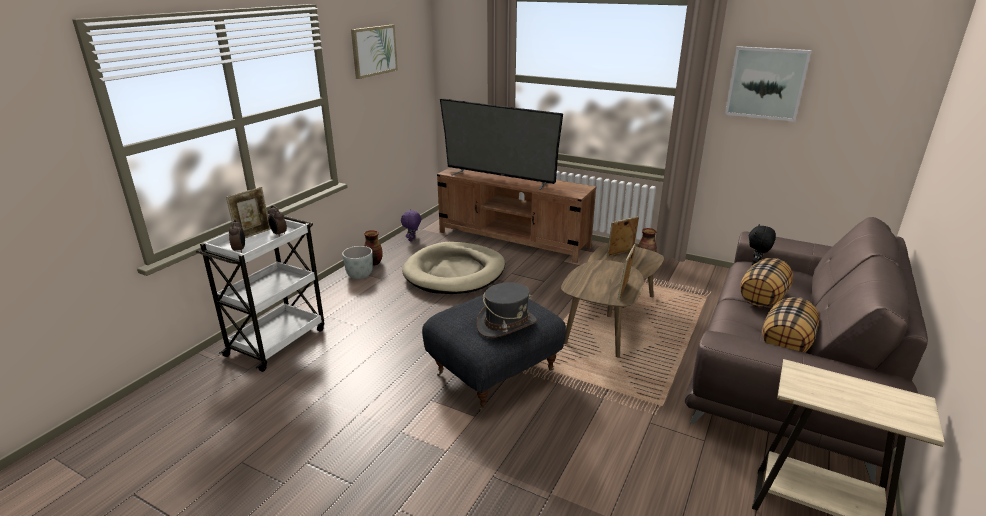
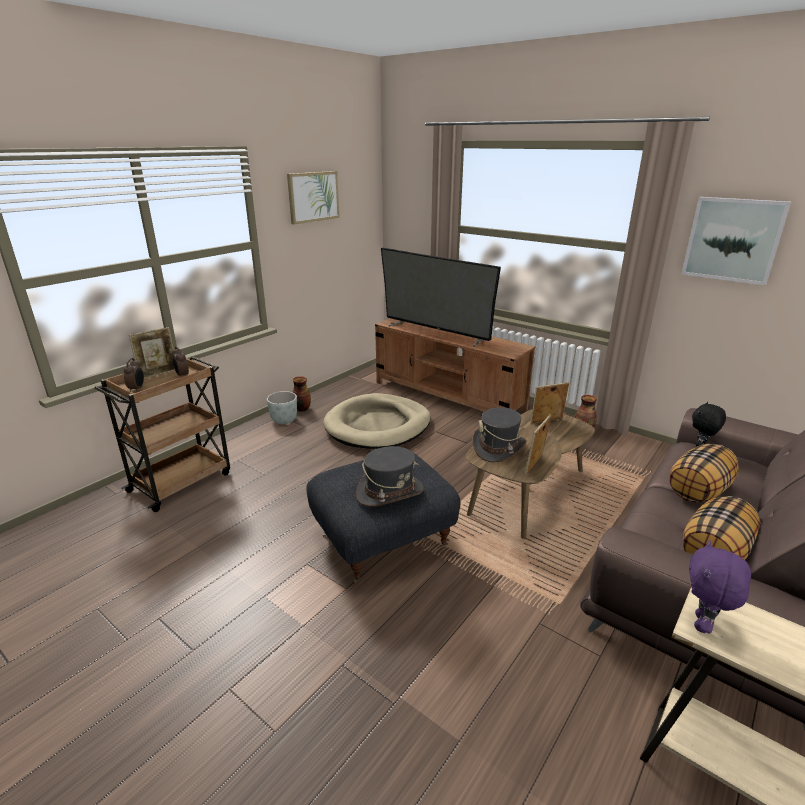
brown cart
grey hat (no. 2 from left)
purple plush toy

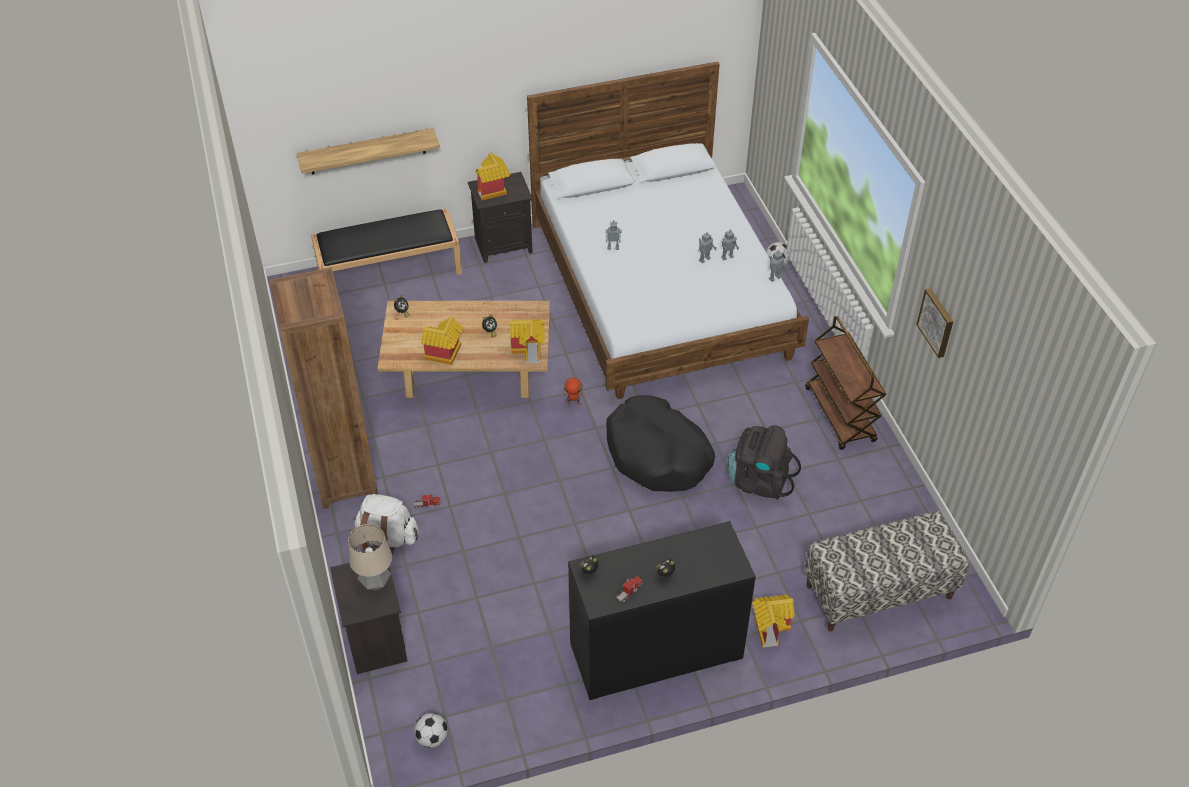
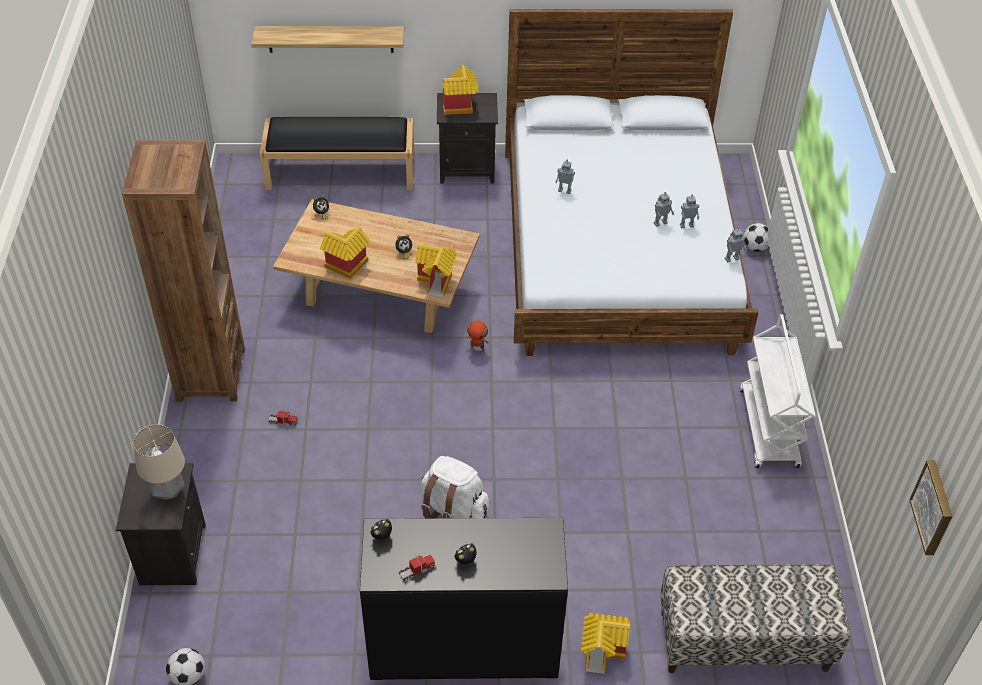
white backpack
white cart
picture
black dog bed
black backpack

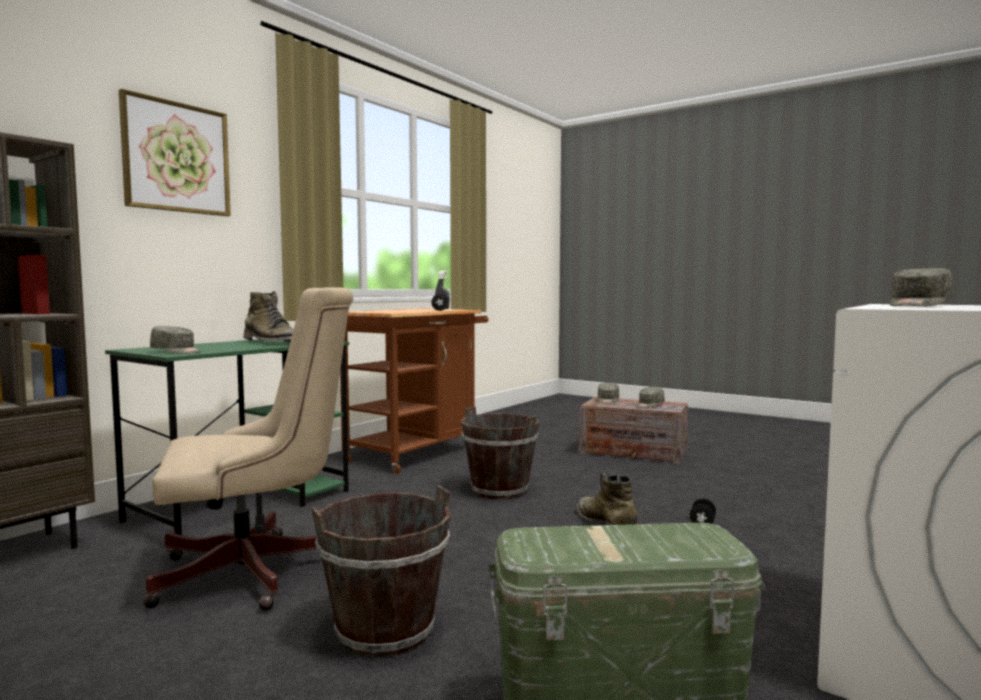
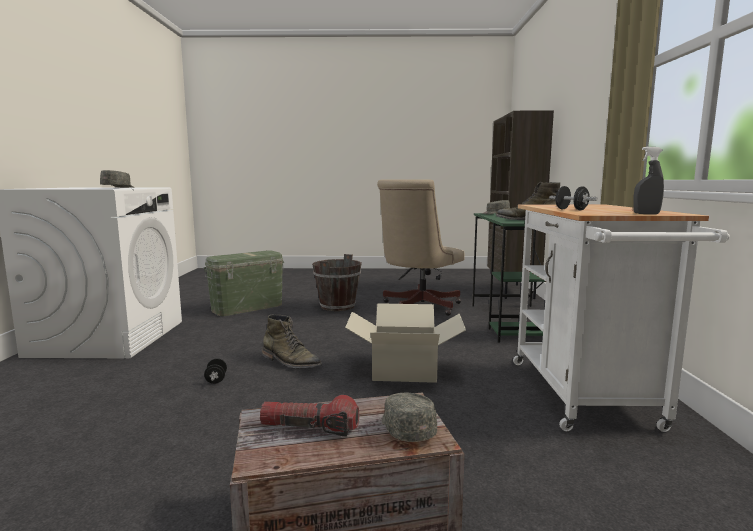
flashlight
cardboard box
white cart
picture

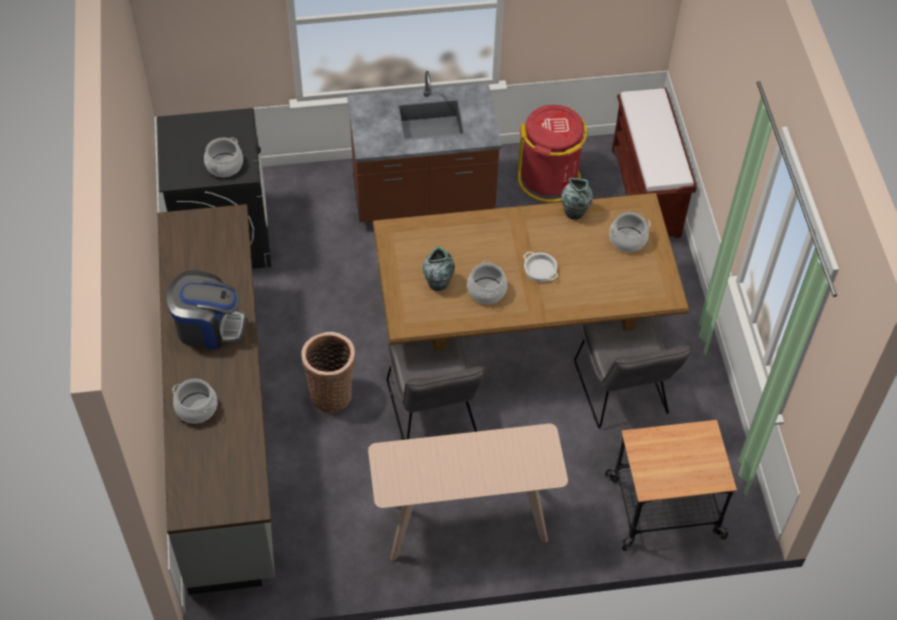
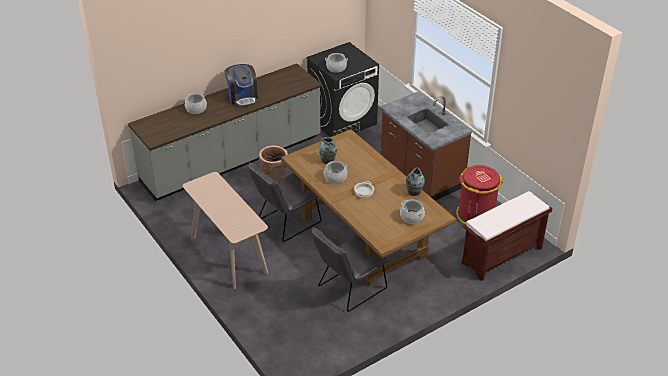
cart

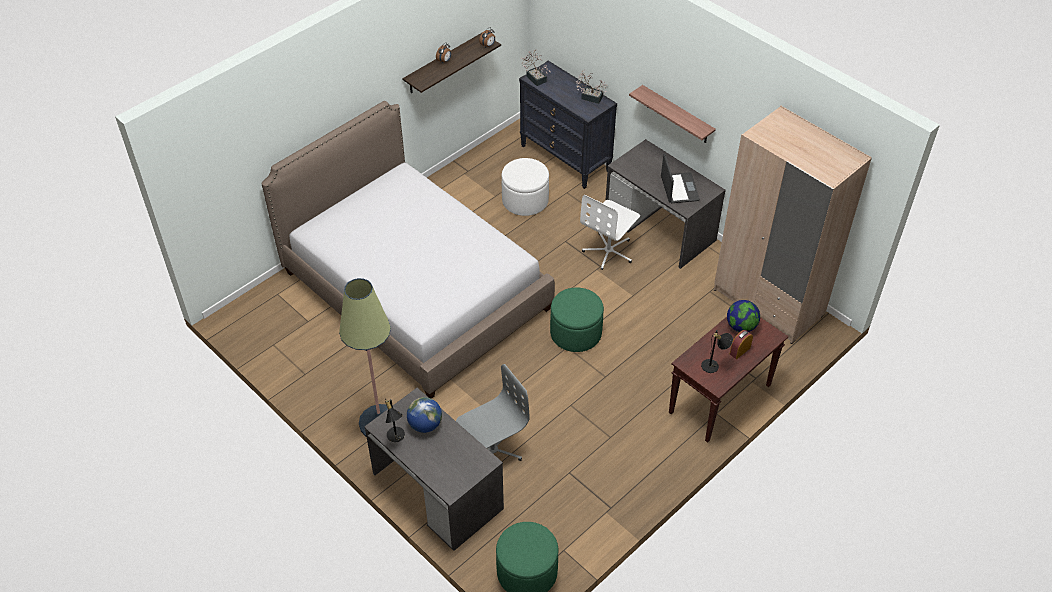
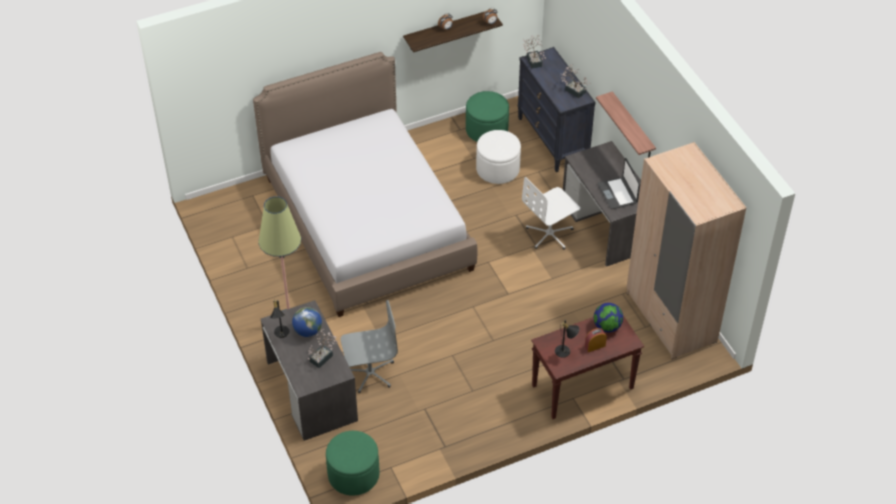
potted plant (no. 1 from left)
green ottoman (no. 2 from left)
laptop

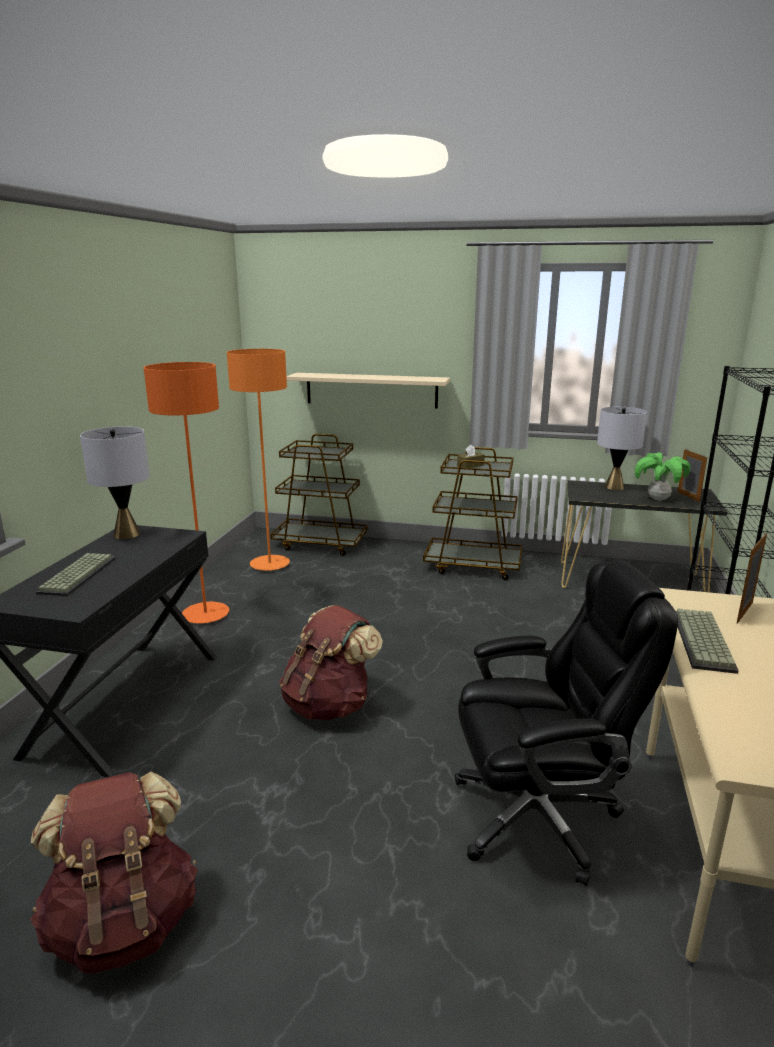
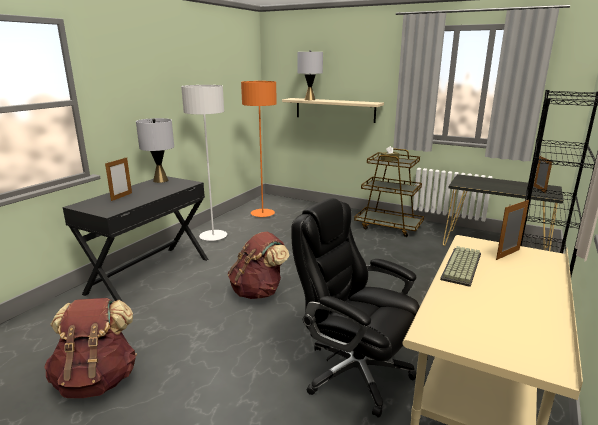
picture frame (no. 1 from left)
white floor lamp
black office chair
grey table lamp (no. 2 from left)
brown cart (no. 1 from left in the first image)
potted plant

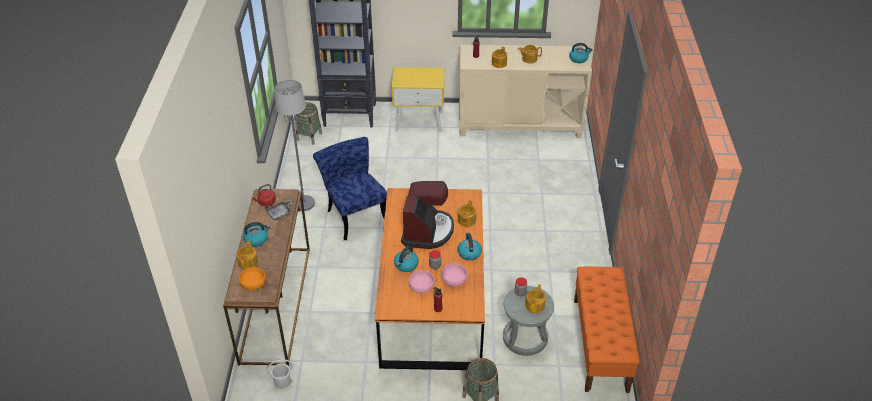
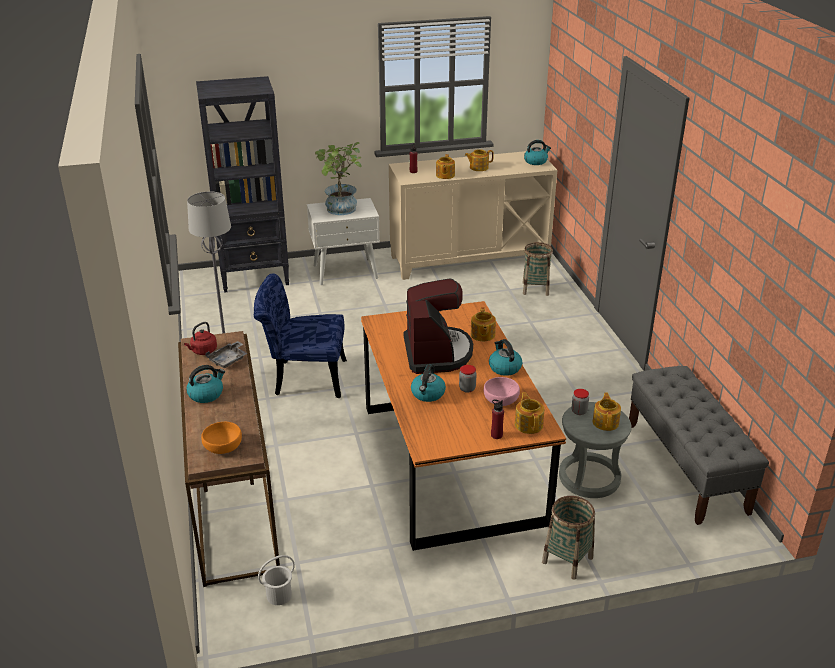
blue chair
white nightstand
potted plant
teapot (no. 4 from left)
basket (no. 1 from left)
grey bench
pink bowl (no. 1 from left in the first image)

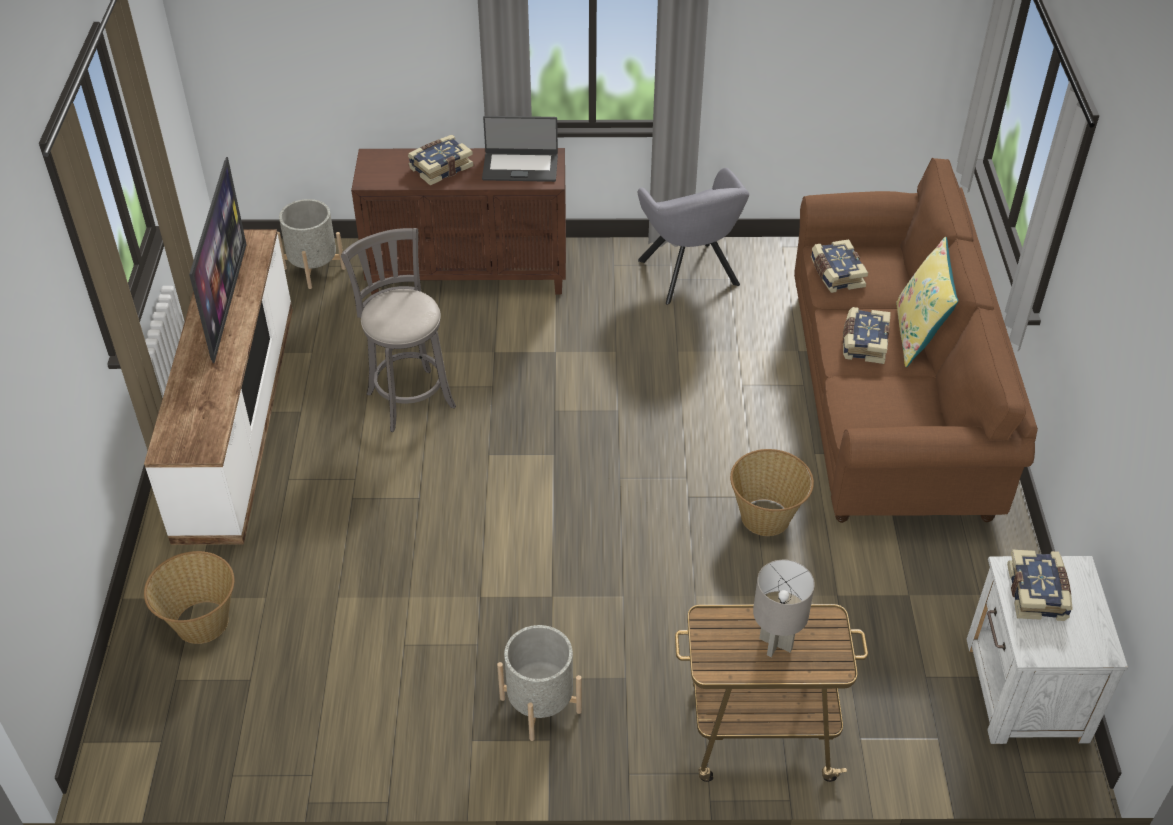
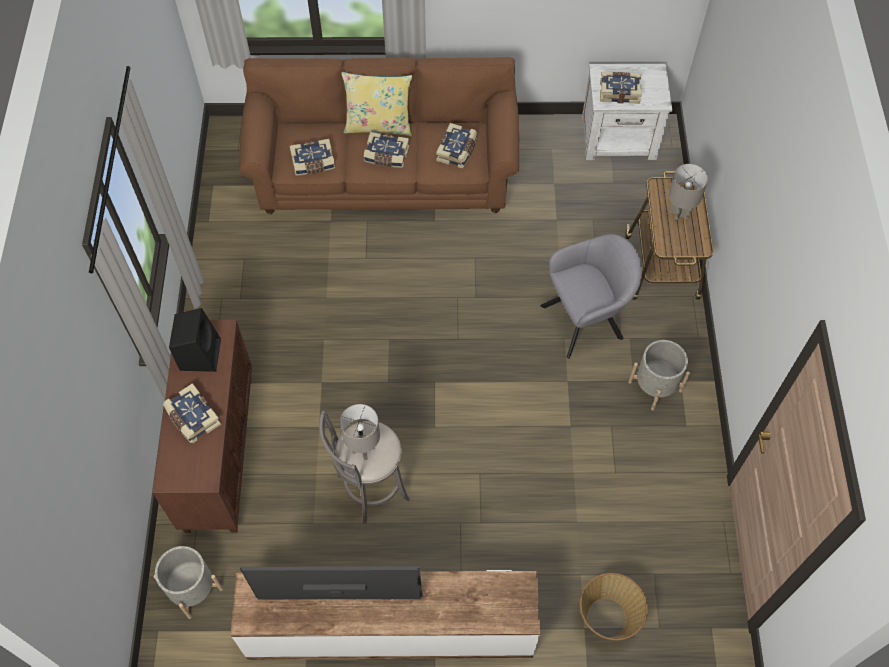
black speaker
grey table lamp (no. 1 from left)
book (no. 4 from left)
grey armchair
basket (no. 2 from left in the first image)

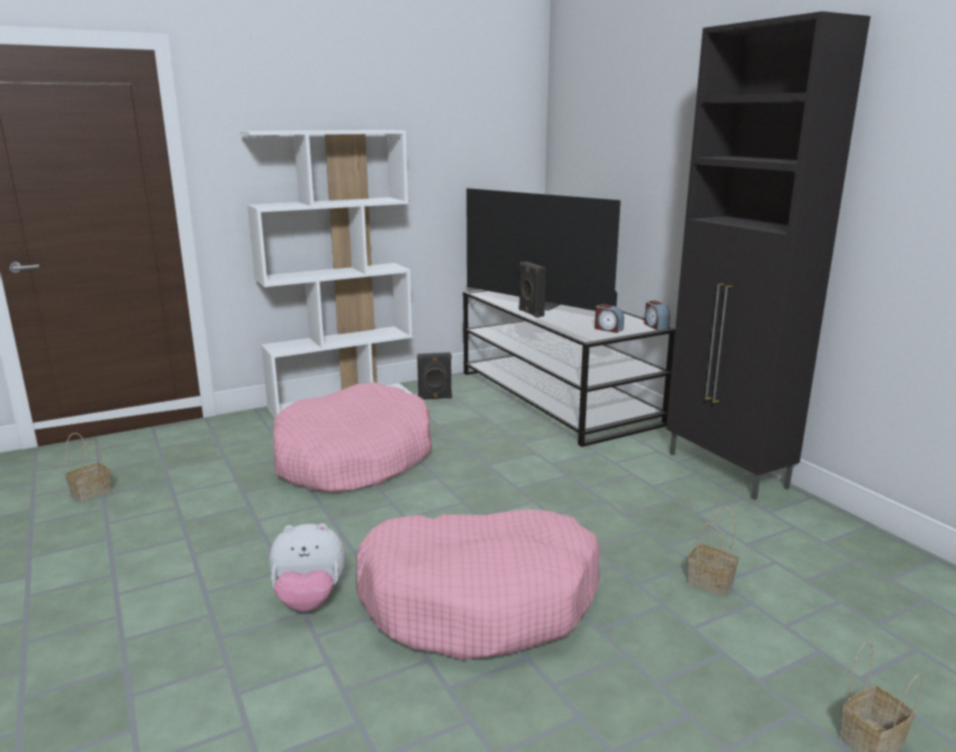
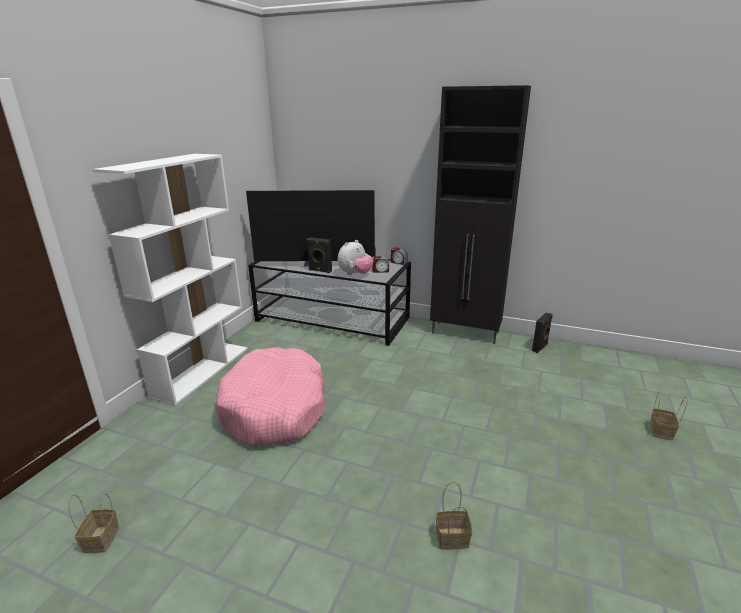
plush toy
basket (no. 2 from left)
black speaker (no. 2 from left)
pink dog bed (no. 2 from left in the first image)

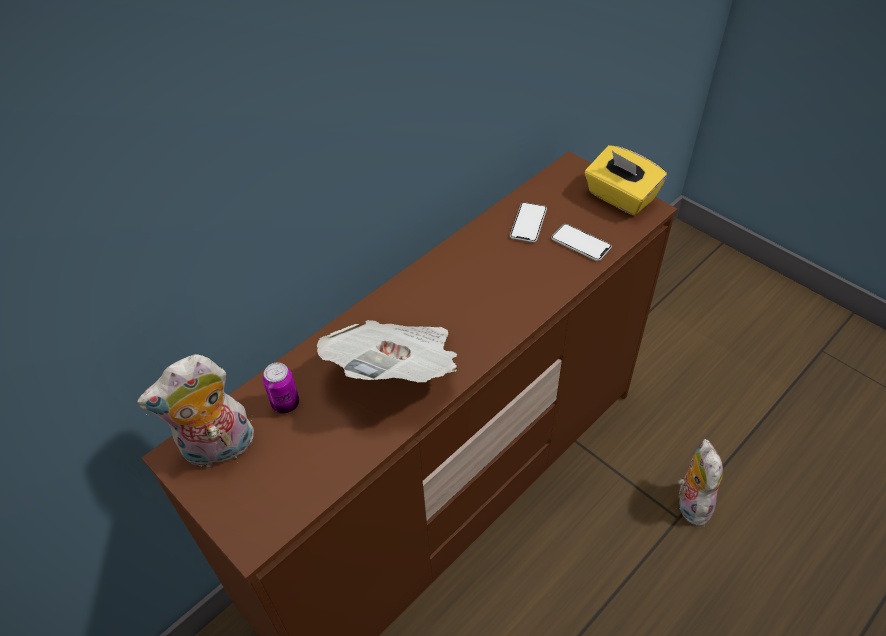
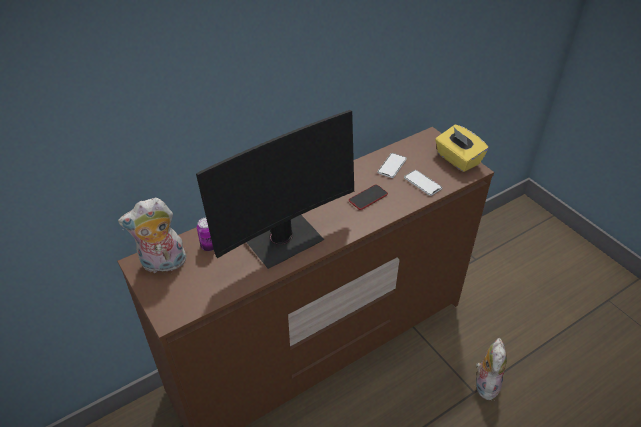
monitor
phone (no. 1 from left)

